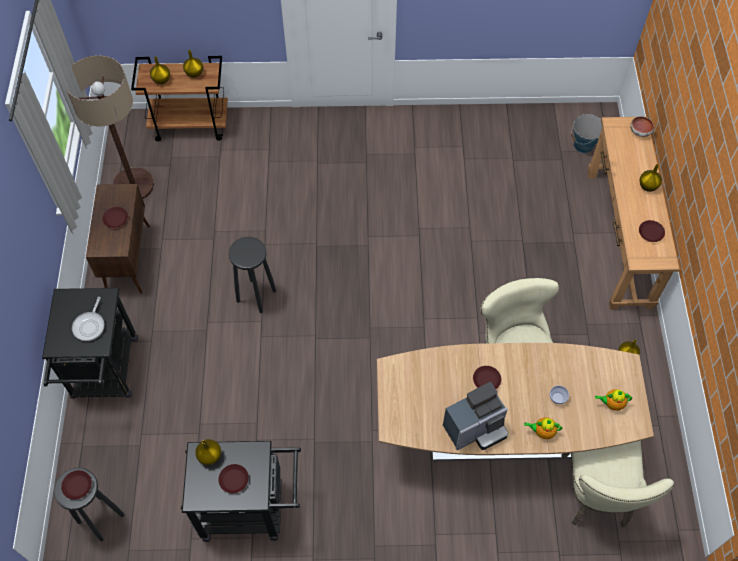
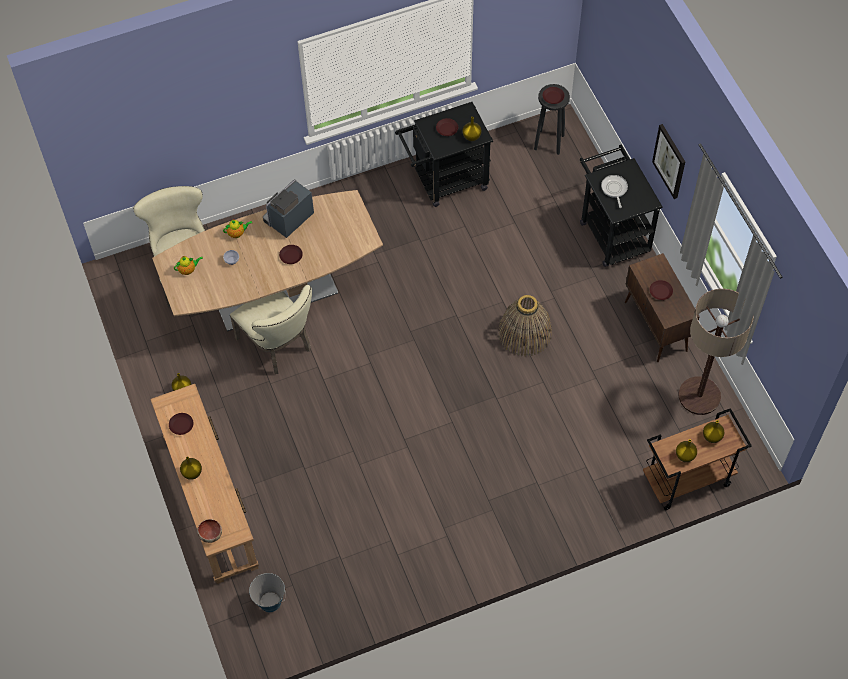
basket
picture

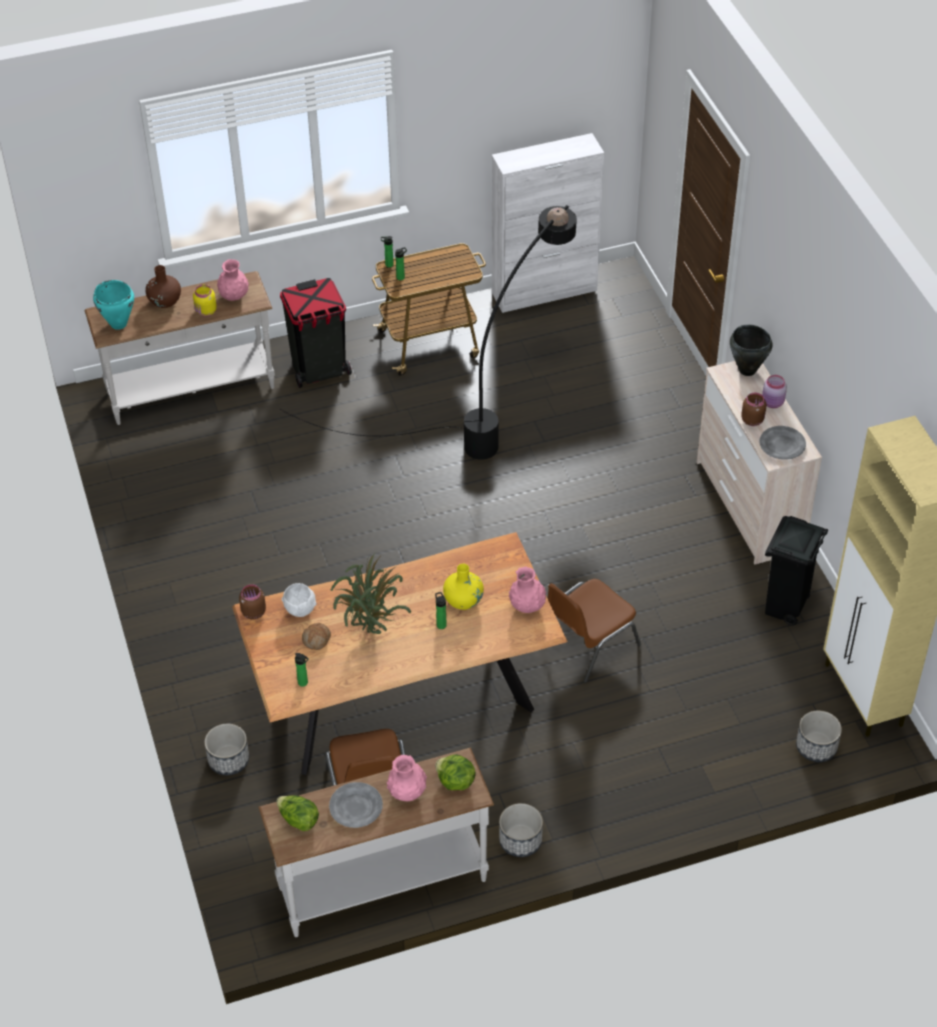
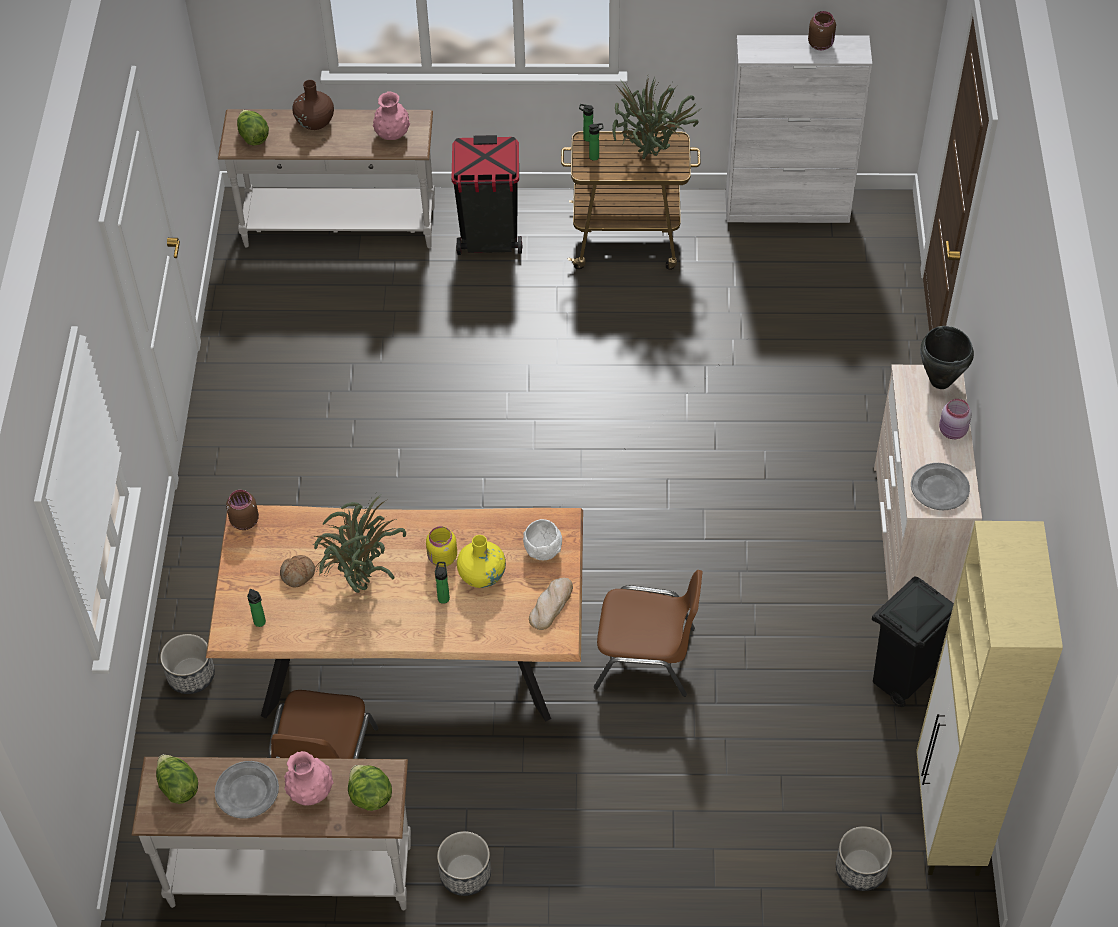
lettuce (no. 2 from left)
yellow jar
white bowl
bread (no. 2 from left)
brown chair (no. 2 from left)
potted plant (no. 2 from left)
brown jar (no. 2 from left)
black floor lamp

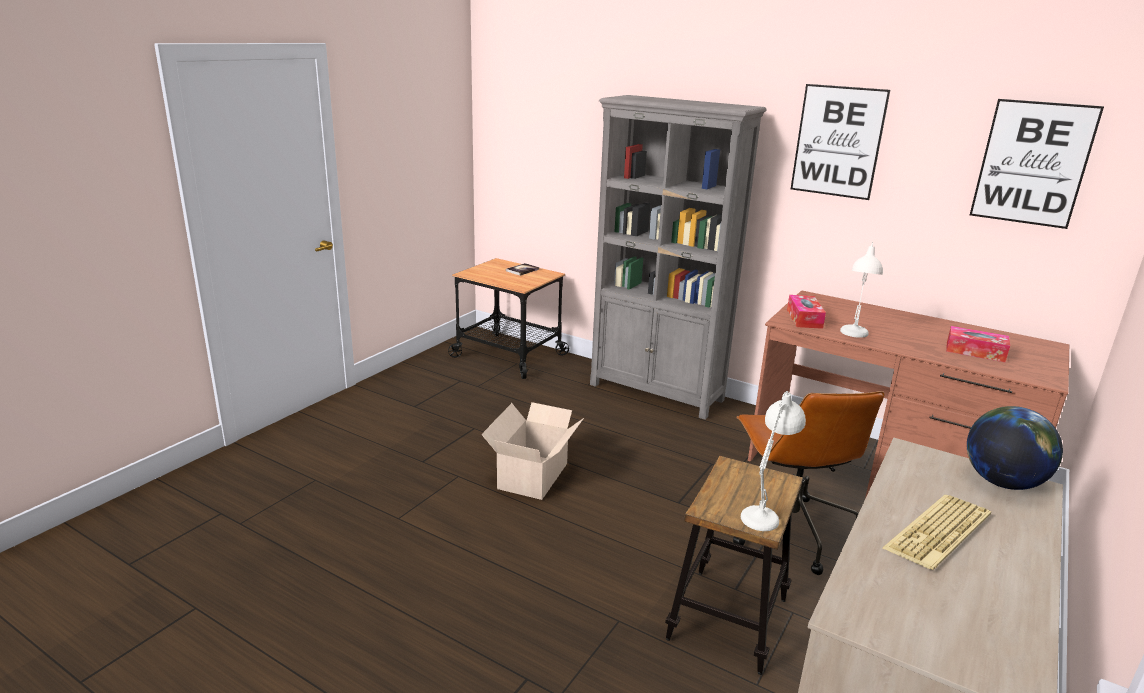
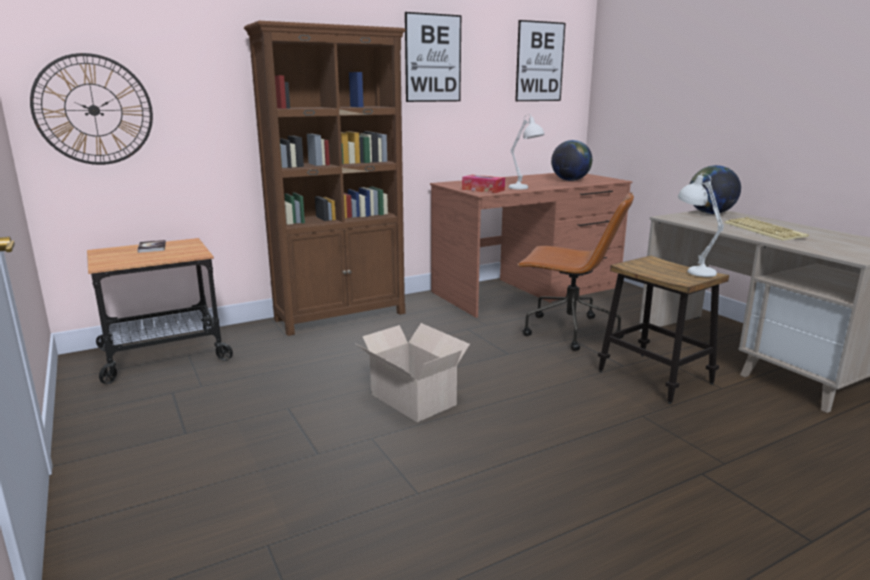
wall clock
brown bookcase
globe (no. 1 from left)

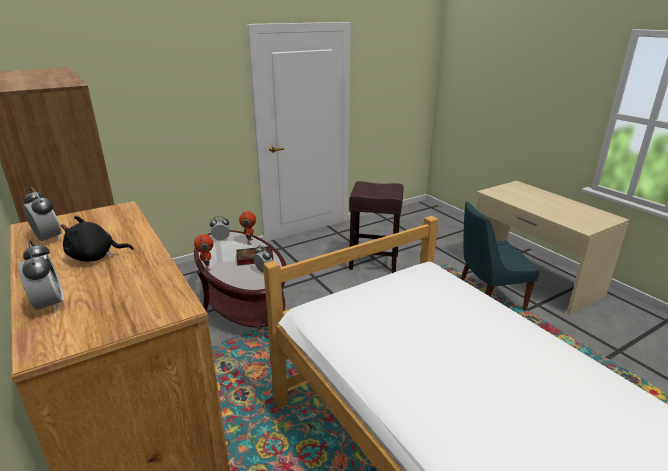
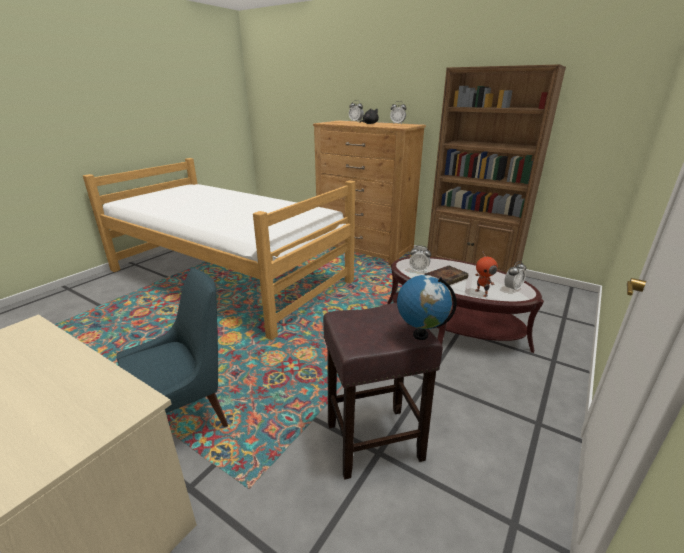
globe
toy robot (no. 1 from left in the first image)

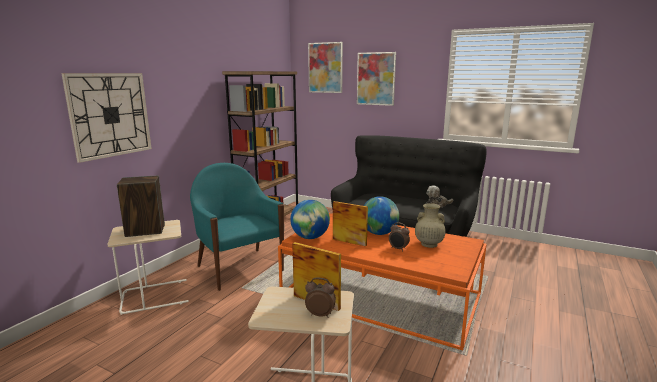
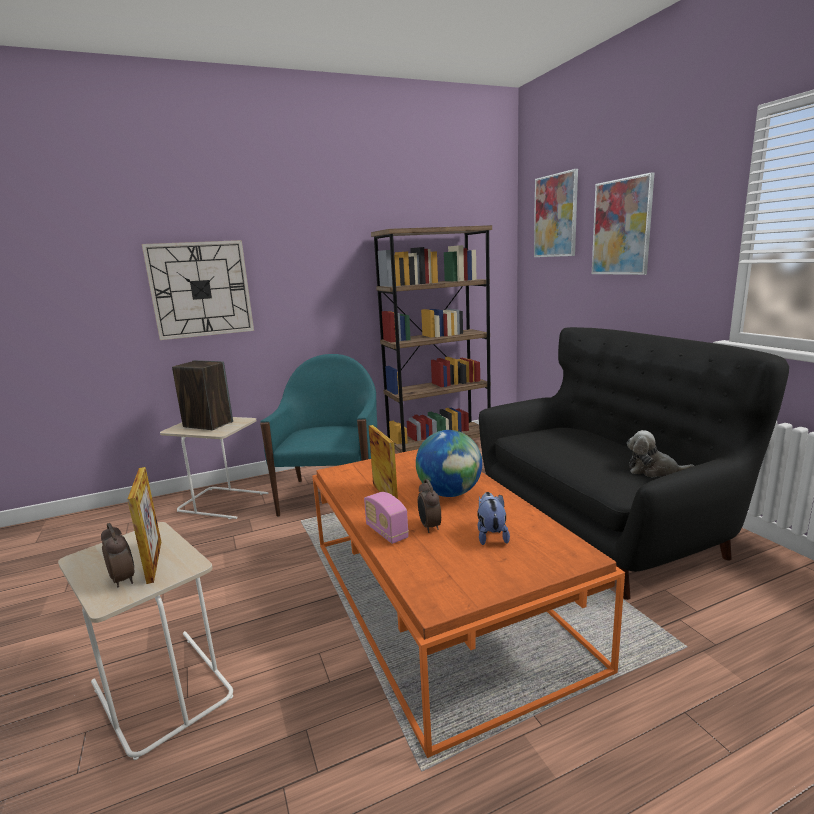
radio
plush toy (no. 1 from left)
globe (no. 1 from left in the first image)

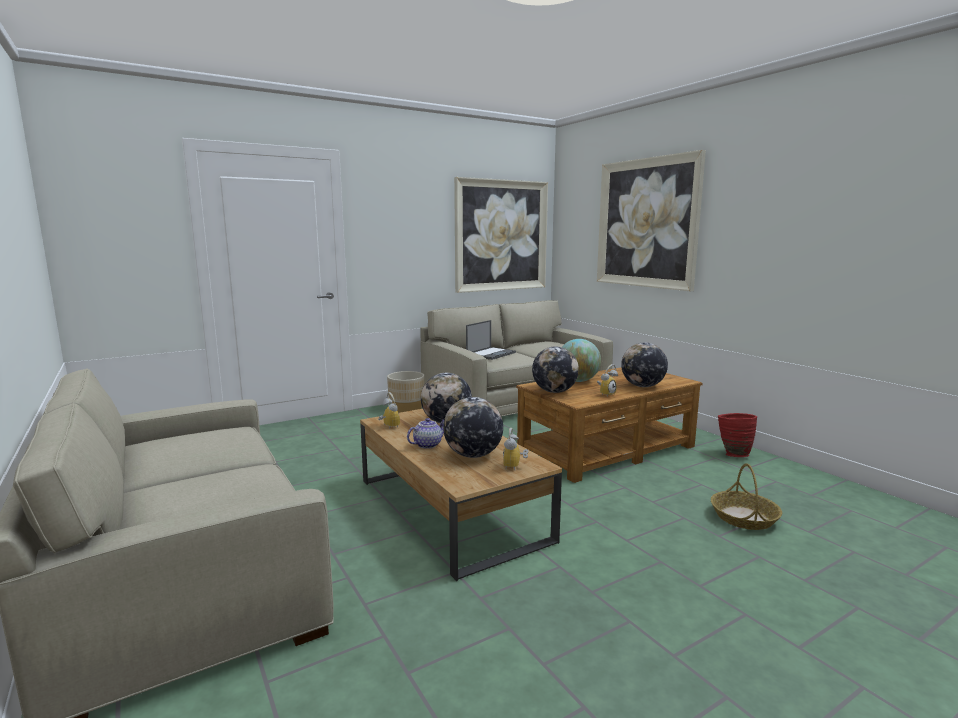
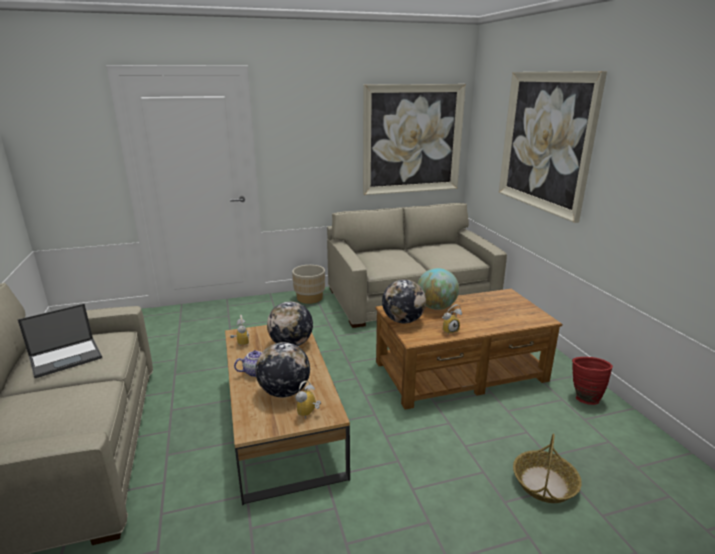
laptop
globe (no. 5 from left in the first image)

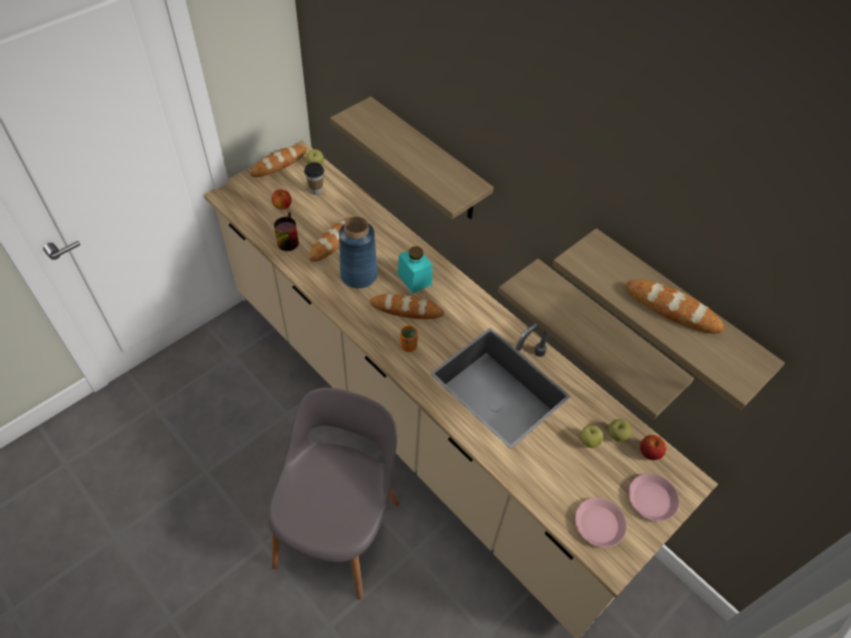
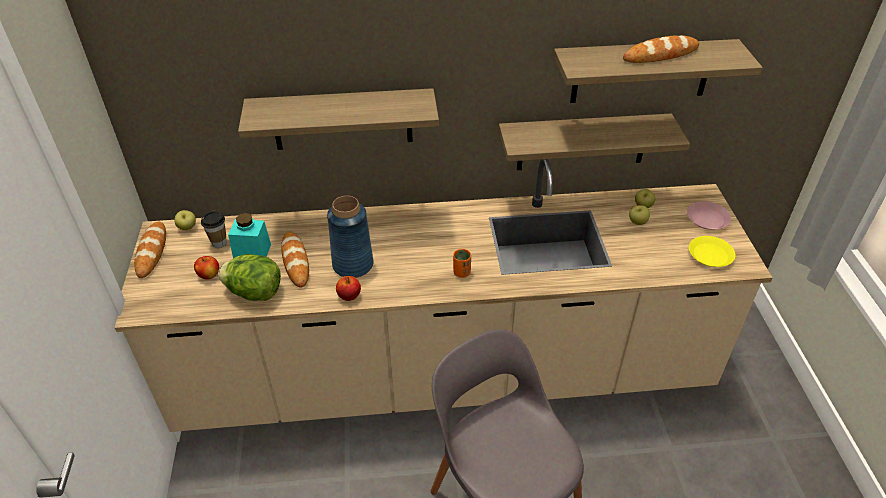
lettuce
turquoise jar
apple (no. 3 from left)
yellow plate
bread (no. 3 from left in the first image)

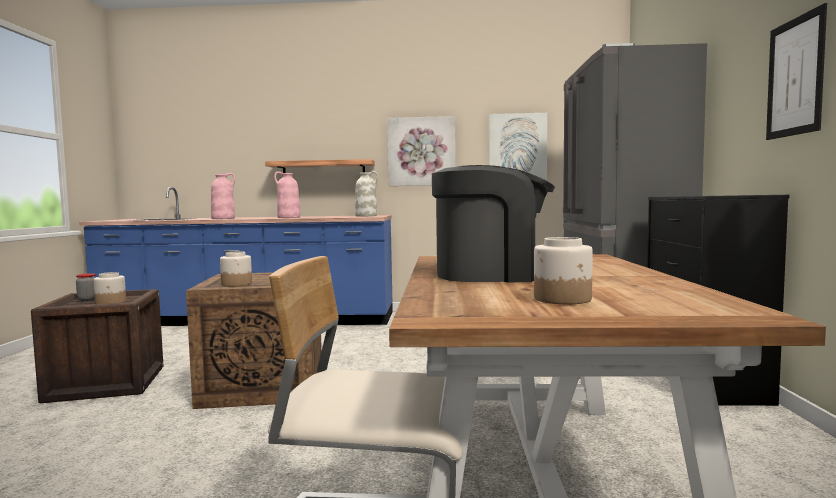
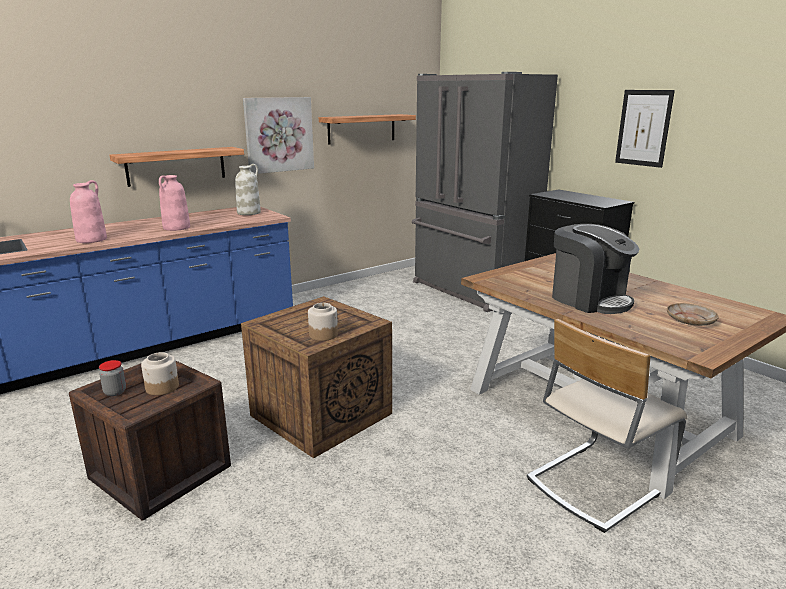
shelf (no. 2 from left)
coffee machine
beige plate

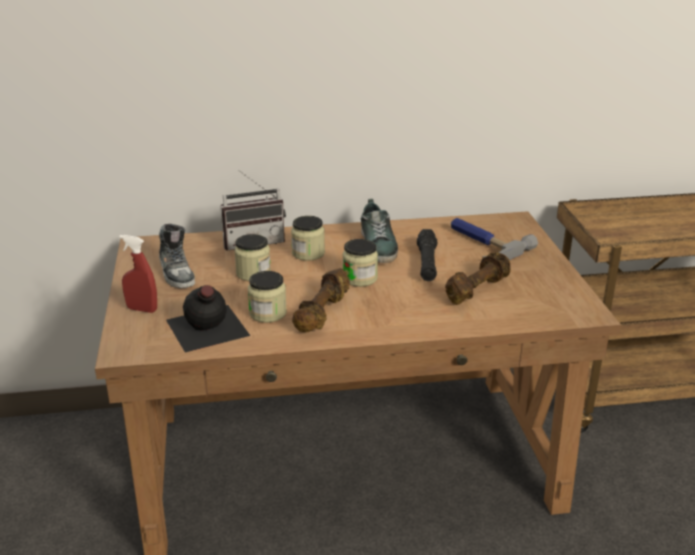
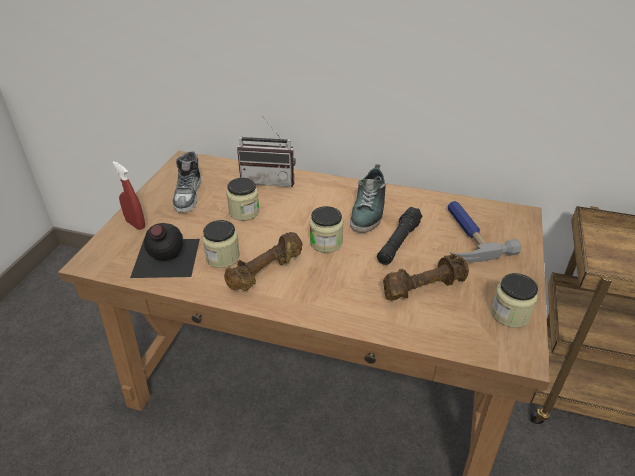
jar (no. 4 from left)

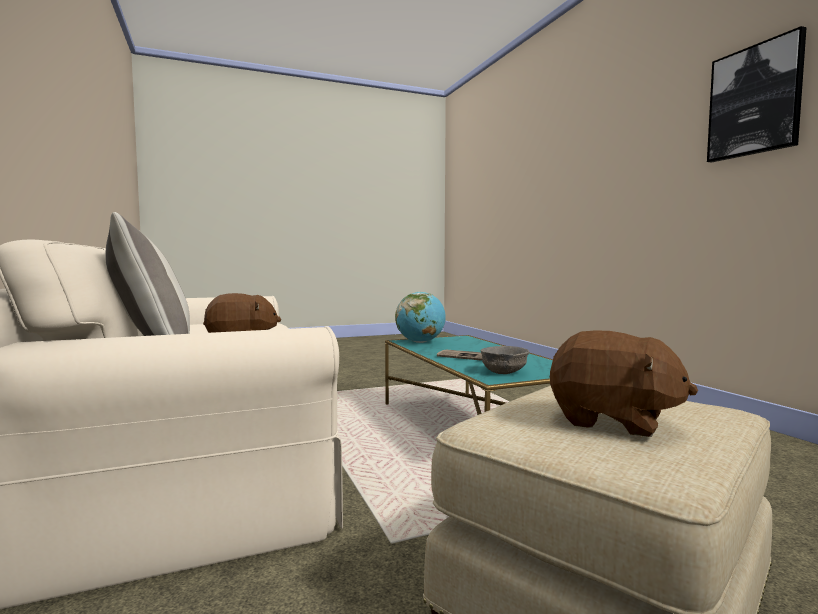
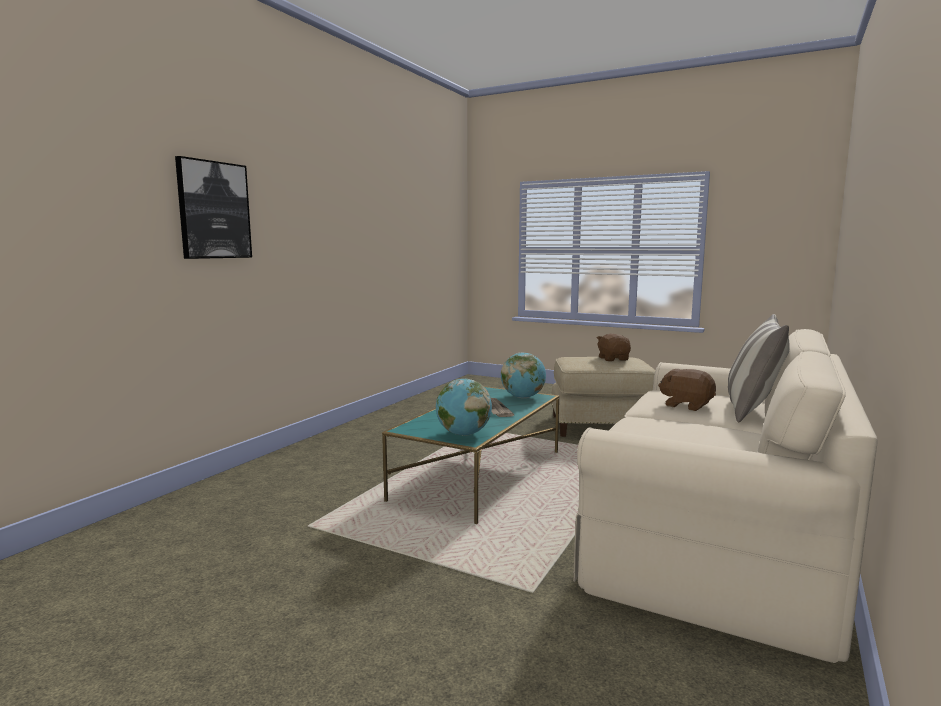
picture
globe (no. 2 from left)

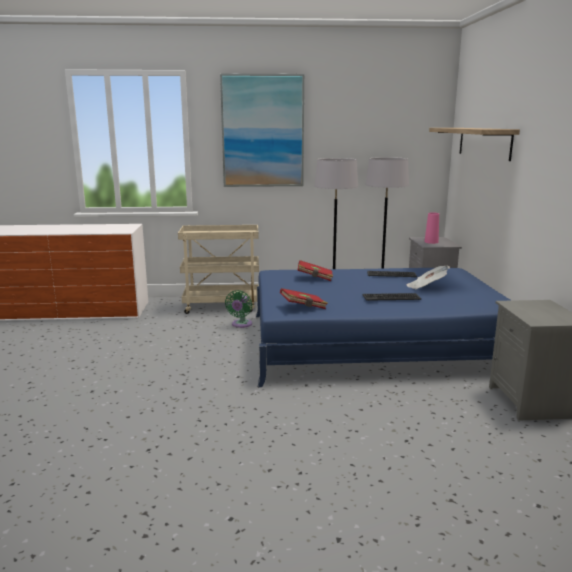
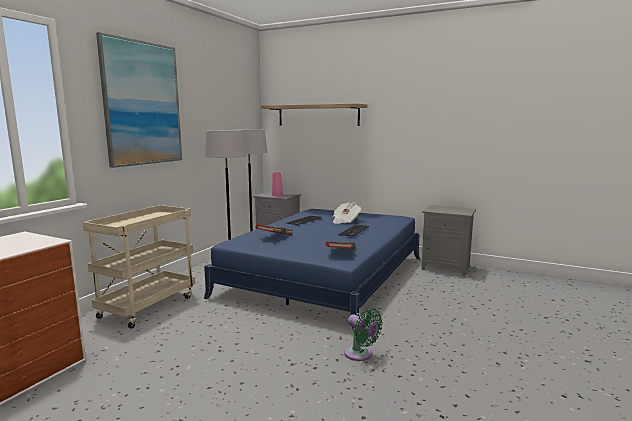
green fan

